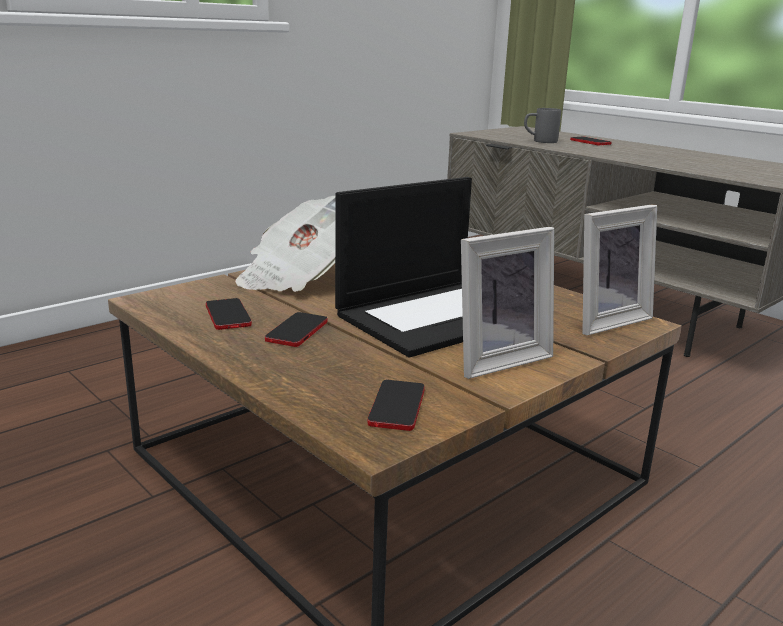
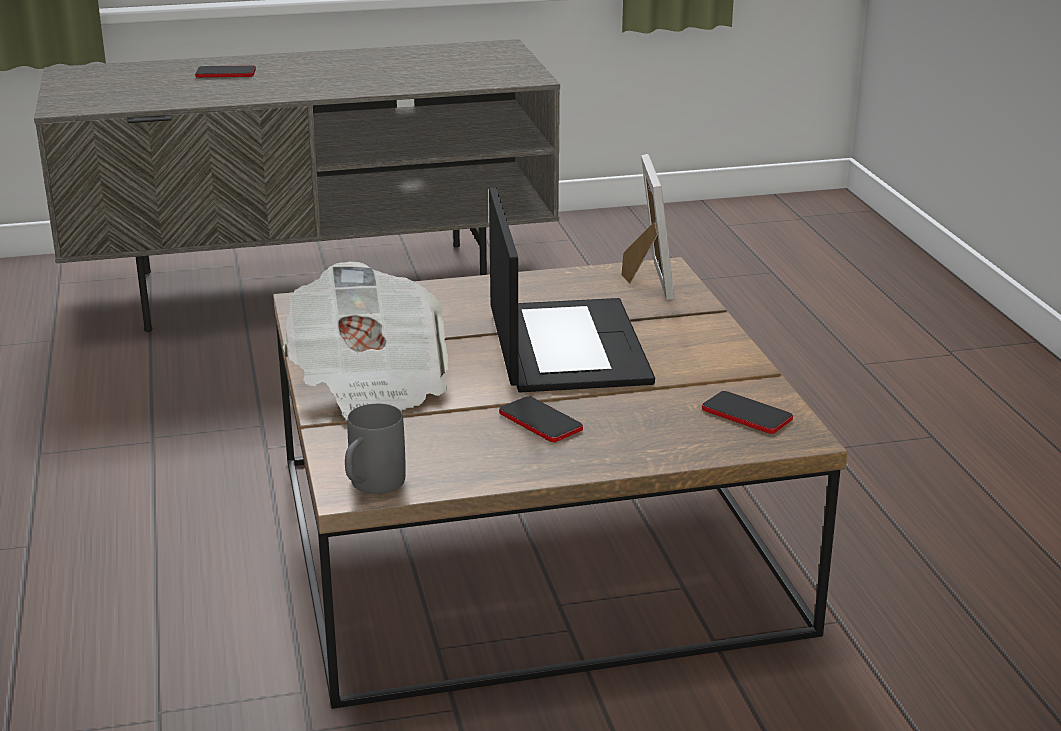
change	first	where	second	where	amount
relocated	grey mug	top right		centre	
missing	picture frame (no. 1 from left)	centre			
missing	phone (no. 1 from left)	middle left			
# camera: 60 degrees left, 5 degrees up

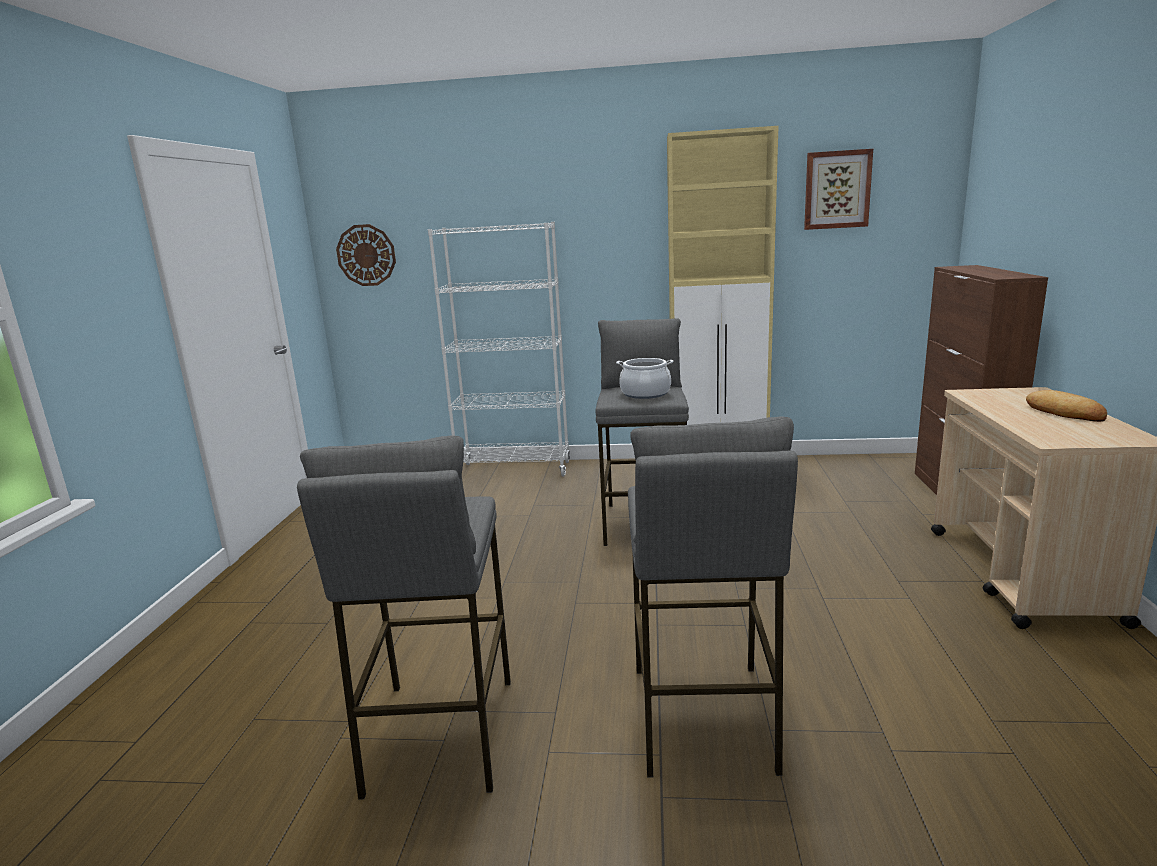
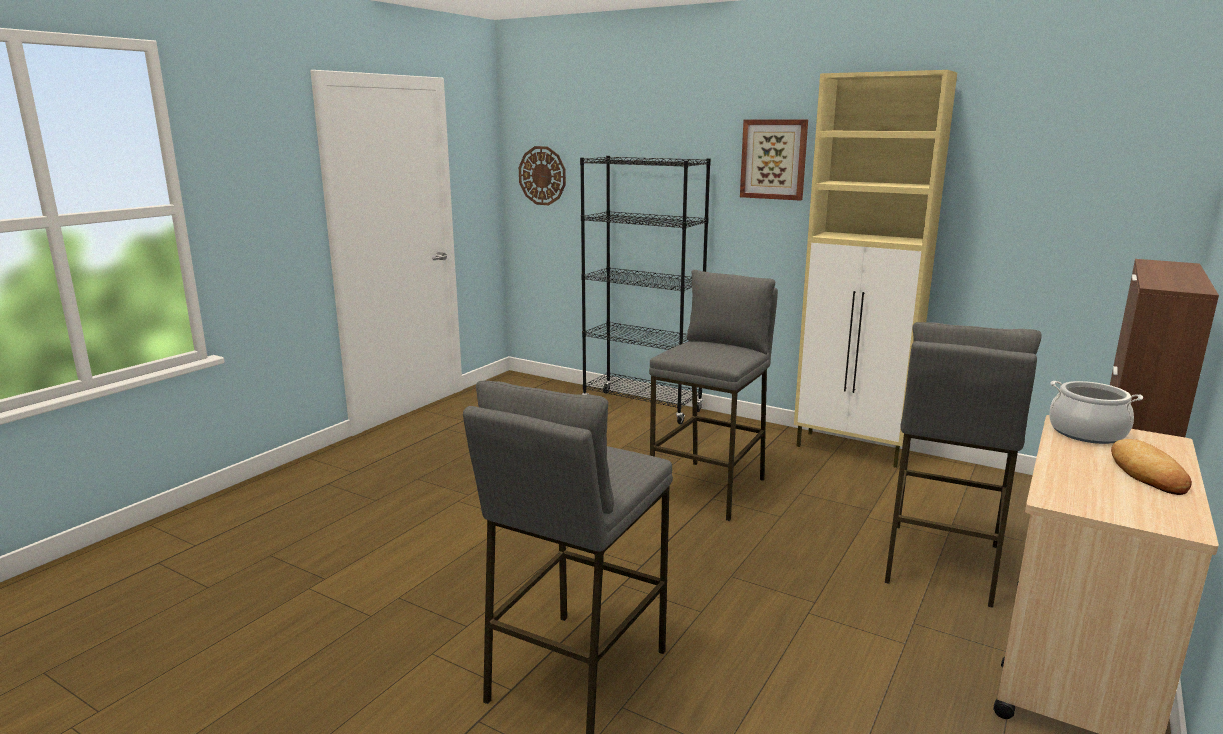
change	first	where	second	where	amount
relocated	picture	top right		top centre	
colour	white bookcase	centre	black bookcase	centre	
relocated	cooking pot	centre		middle right	
relocated	grey stool (no. 1 from left in the first image)	bottom centre	grey stool (no. 3 from left)	middle right	
# camera: 25 degrees right, 0 degrees up

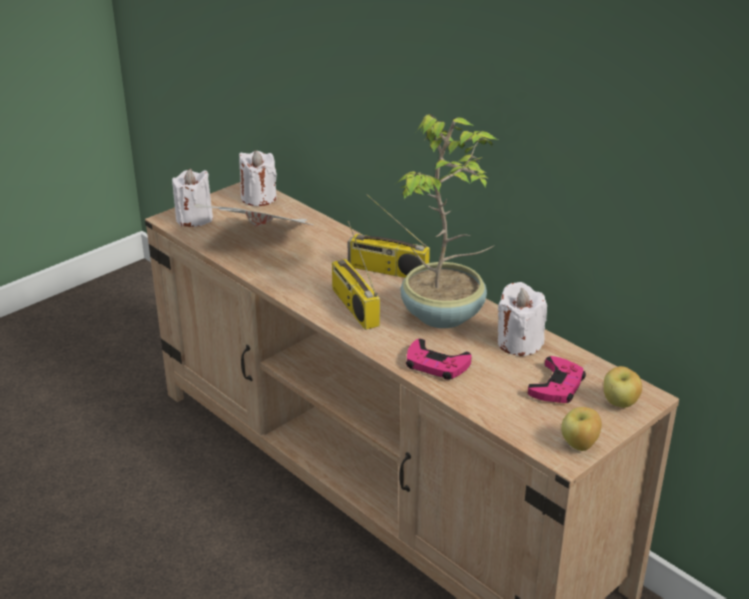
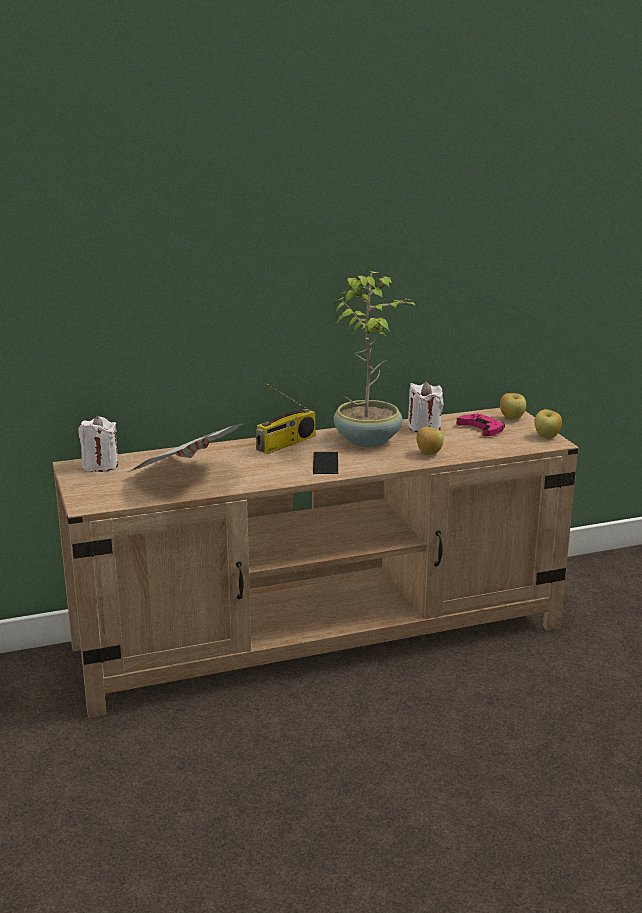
change	first	where	second	where	amount
missing	white candle (no. 1 from left)	top left			
exchanged	radio (no. 1 from left)	centre	phone	centre	
exchanged	pink game controller (no. 1 from left)	centre	apple (no. 1 from left)	middle right	
# camera: 65 degrees left, 10 degrees down

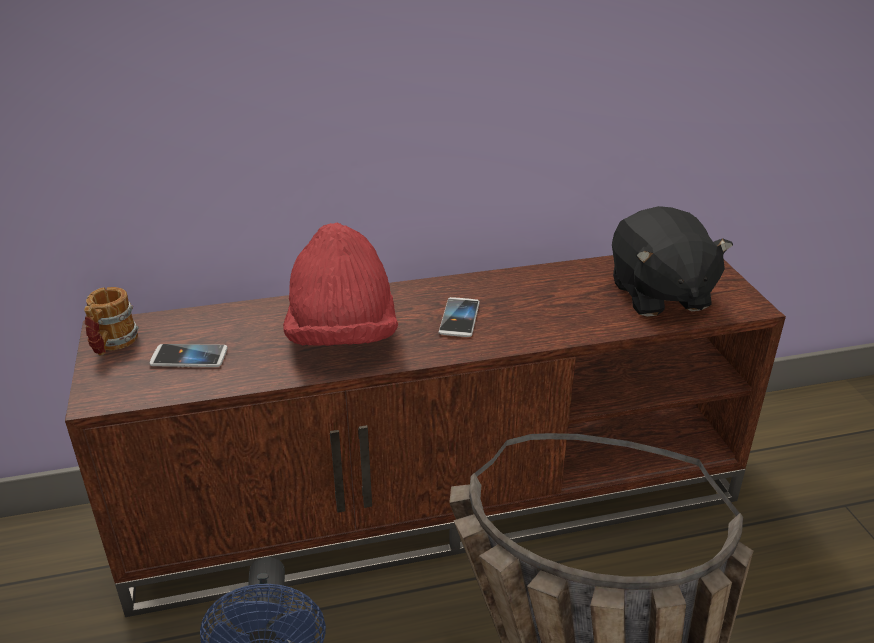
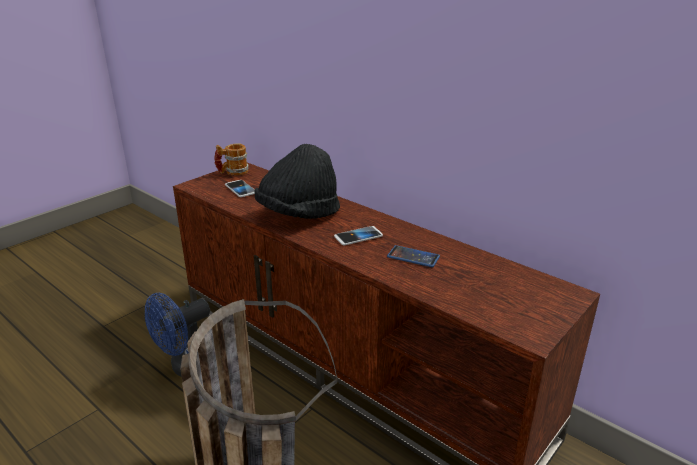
change	first	where	second	where	amount
missing	black plush toy	middle right			
colour	red hat	centre	black hat	centre	
appeared			phone (no. 3 from left)	centre	
# camera: 55 degrees right, 5 degrees down

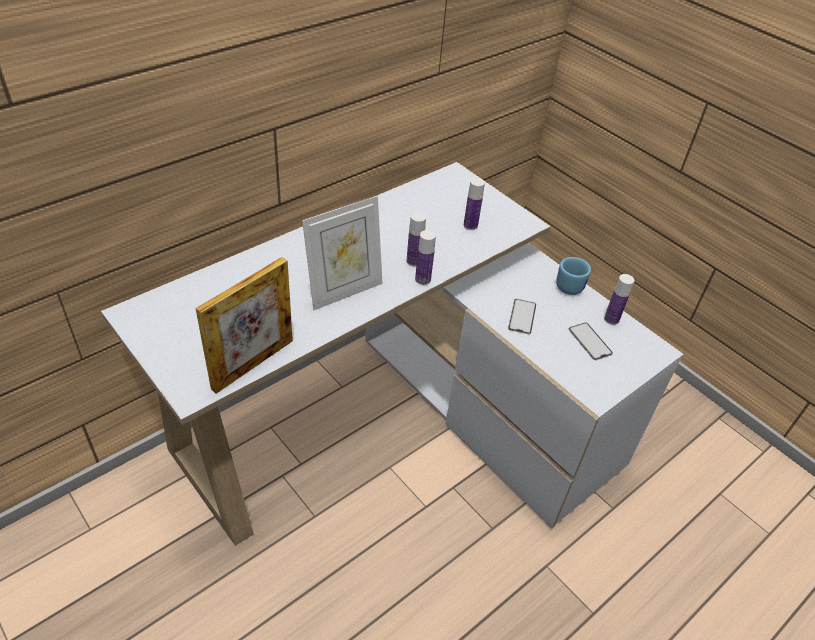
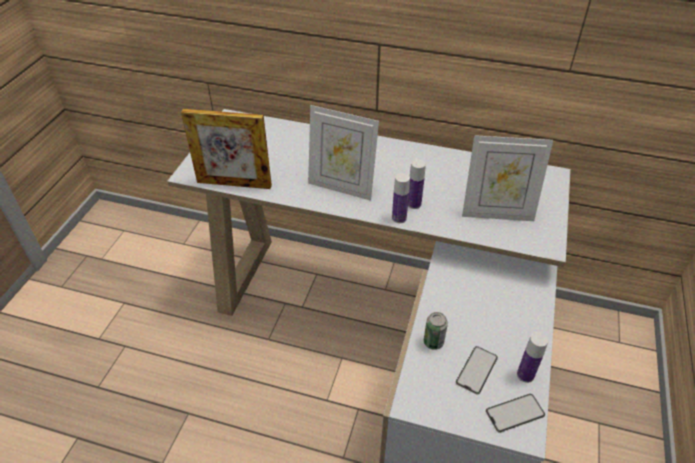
change	first	where	second	where	amount
exchanged	bottle (no. 3 from left)	top centre	picture frame (no. 3 from left)	middle right	
missing	blue mug	middle right			
relocated	phone (no. 1 from left in the first image)	centre	phone (no. 2 from left)	bottom right	
appeared			can	bottom centre	
# camera: 60 degrees right, 0 degrees up

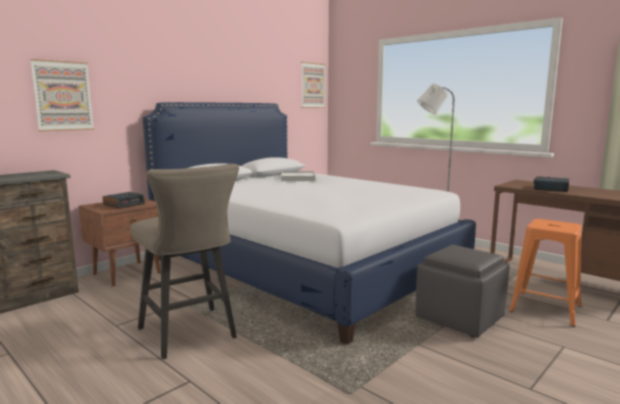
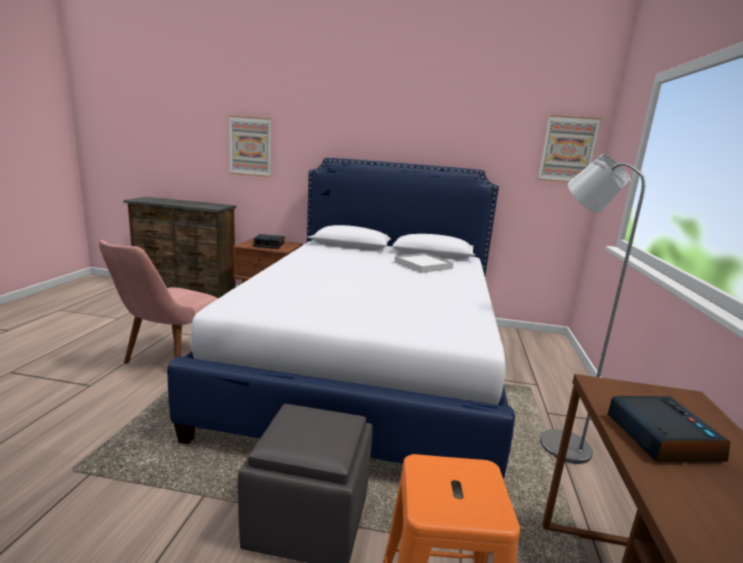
change	first	where	second	where	amount
exchanged	beige stool	middle left	pink chair	middle left	
# camera: 55 degrees right, 5 degrees up

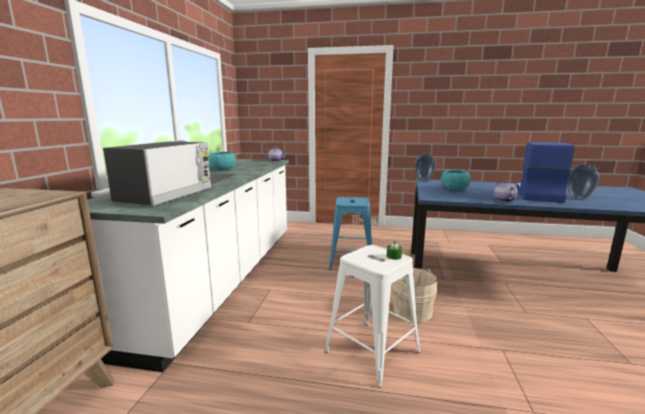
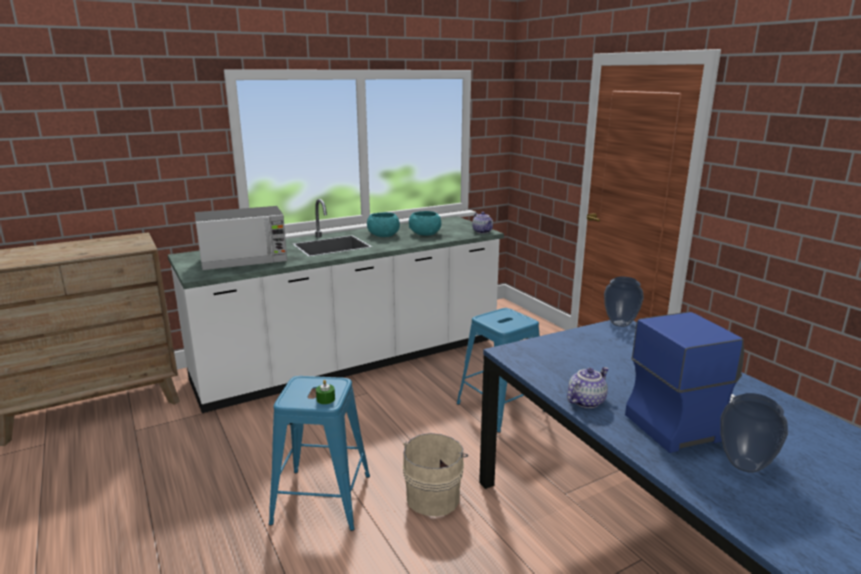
change	first	where	second	where	amount
relocated	turquoise bowl (no. 2 from left)	middle right		centre	
colour	white stool	bottom centre	blue stool (no. 1 from left)	bottom centre	
# camera: 50 degrees right, 5 degrees up

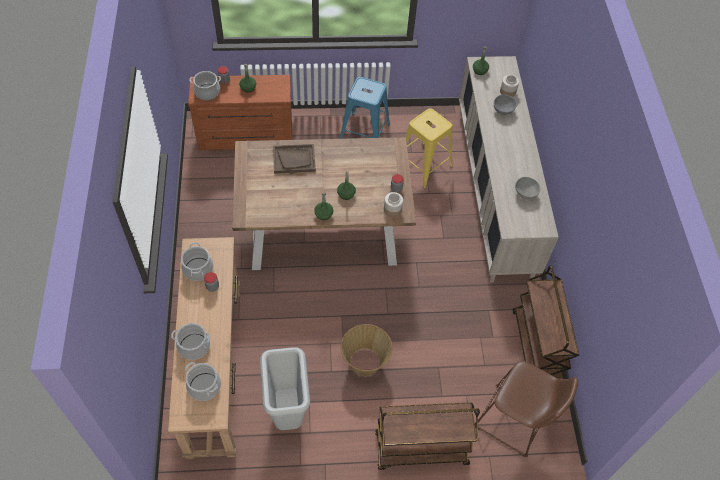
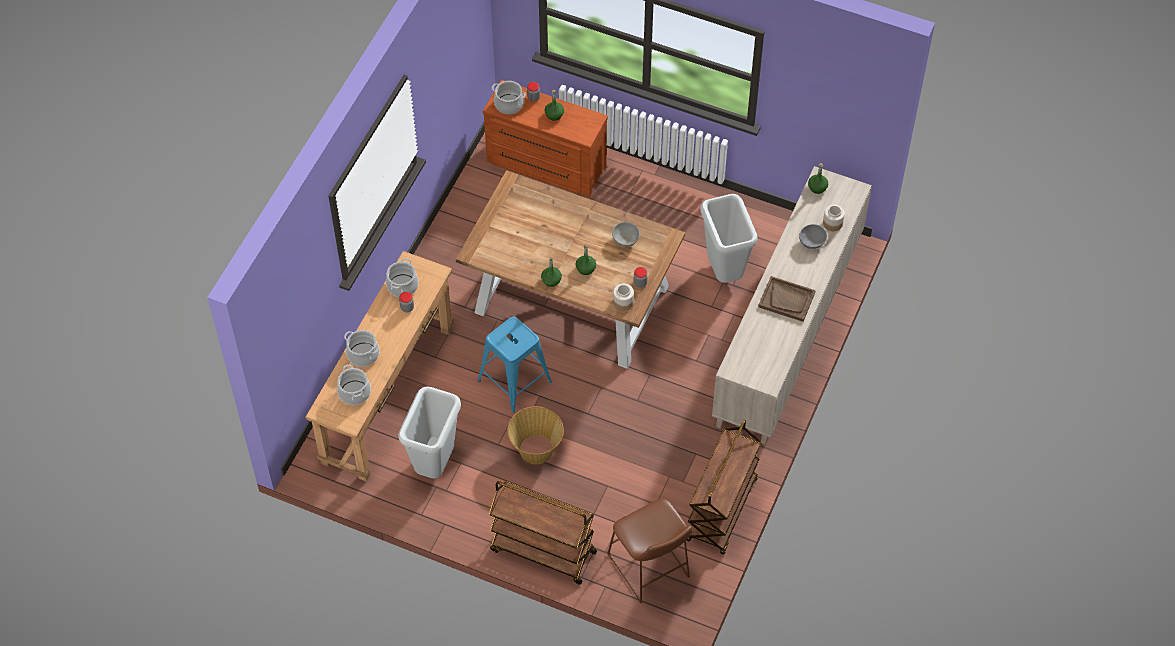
change	first	where	second	where	amount
relocated	blue stool	top centre		centre	
exchanged	yellow stool	top centre	grey trash can (no. 2 from left)	centre	
relocated	brown tray	top centre		middle right	
relocated	grey bowl (no. 2 from left in the first image)	middle right	grey bowl (no. 1 from left)	centre	
# camera: 30 degrees right, 0 degrees up

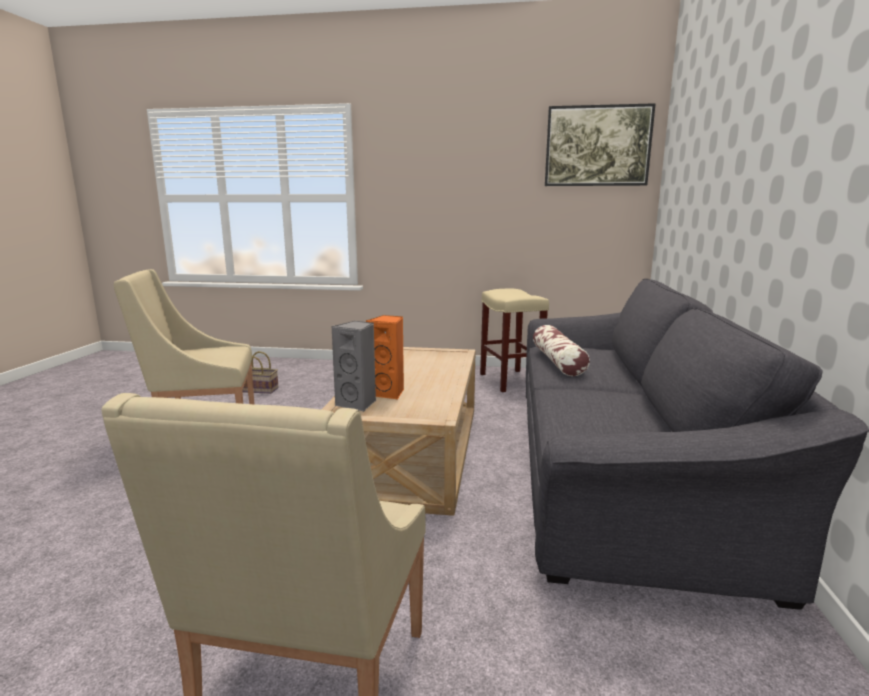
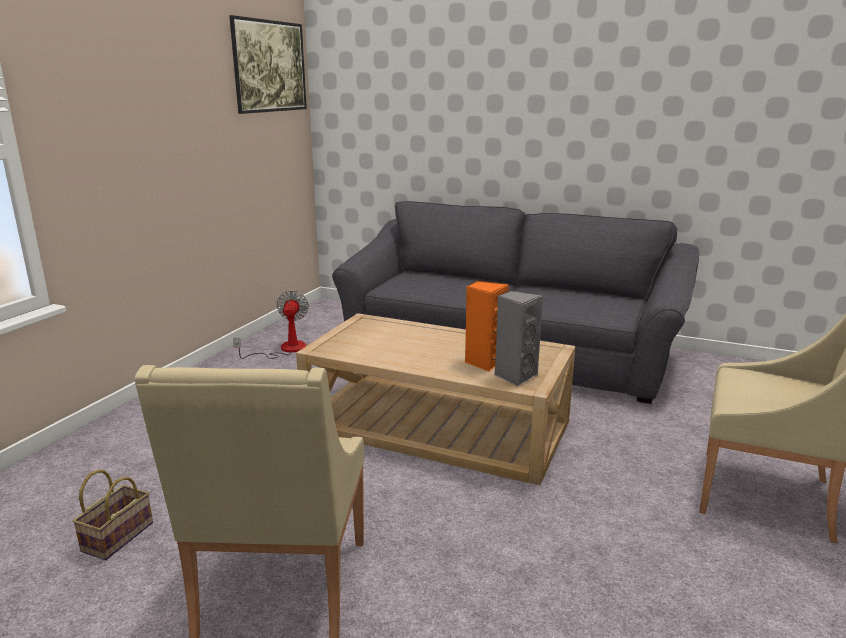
change	first	where	second	where	amount
exchanged	beige stool	centre	fan	middle left	
missing	pillow	centre			
# camera: 75 degrees left, 5 degrees up

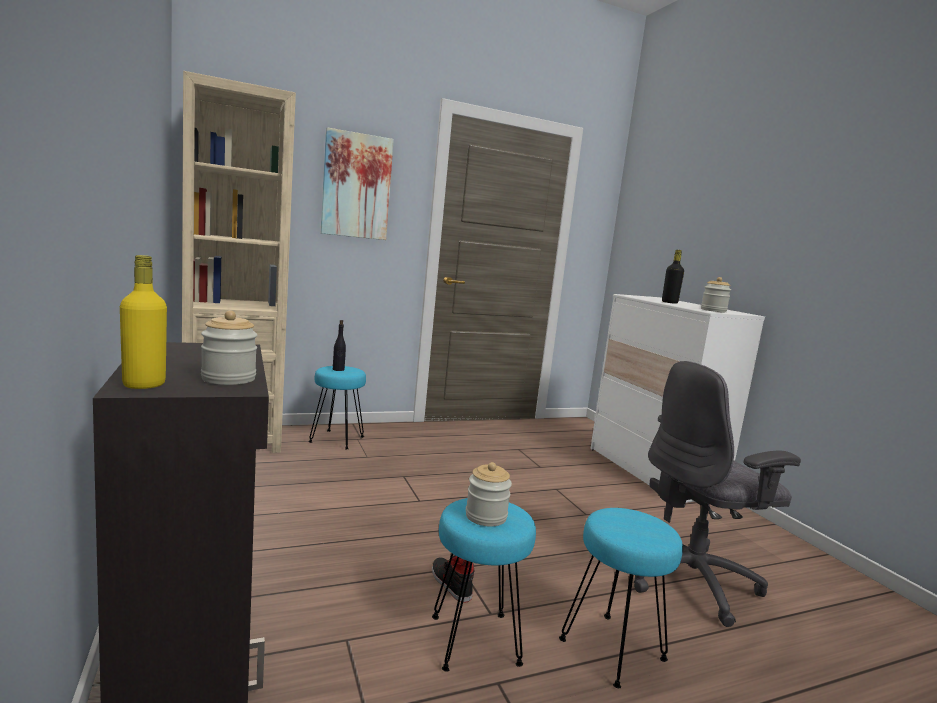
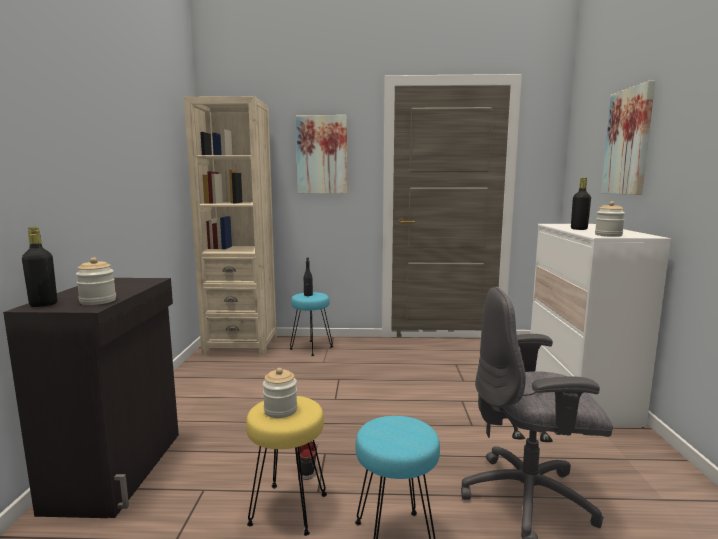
change	first	where	second	where	amount
colour	yellow bottle	middle left	black bottle (no. 1 from left)	middle left	
colour	turquoise stool (no. 2 from left)	bottom centre	yellow stool	bottom centre	
appeared			picture (no. 2 from left)	top right	
# camera: 25 degrees right, 0 degrees up

